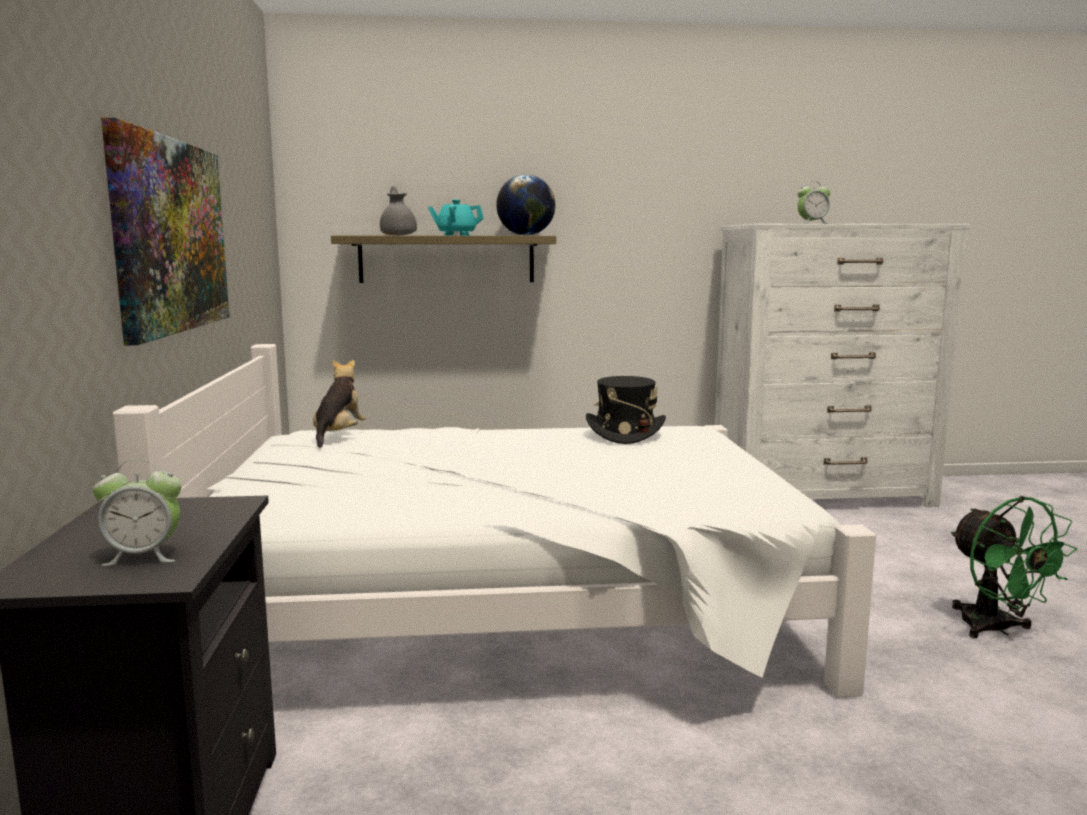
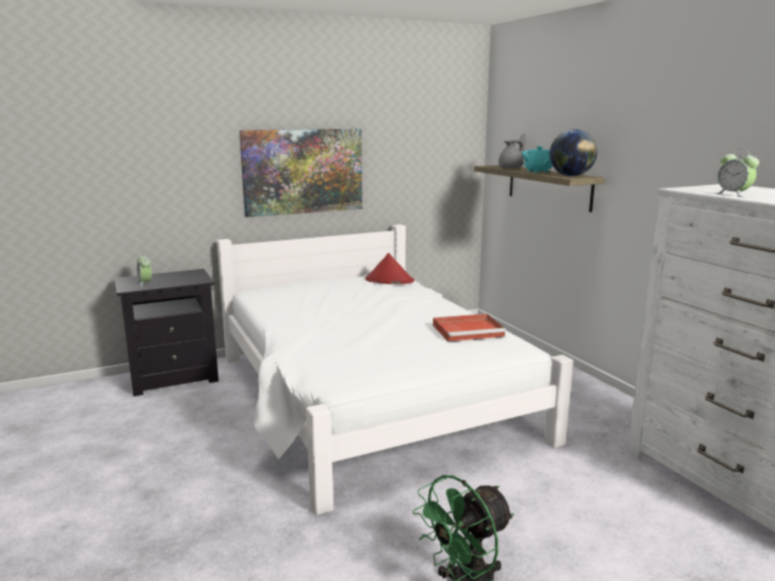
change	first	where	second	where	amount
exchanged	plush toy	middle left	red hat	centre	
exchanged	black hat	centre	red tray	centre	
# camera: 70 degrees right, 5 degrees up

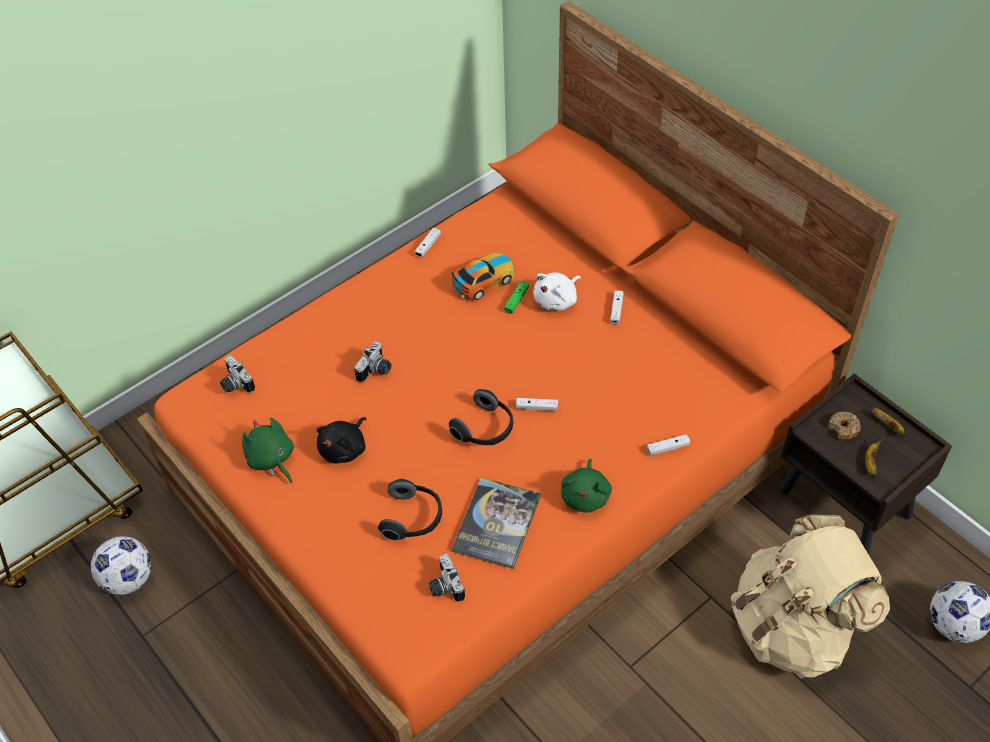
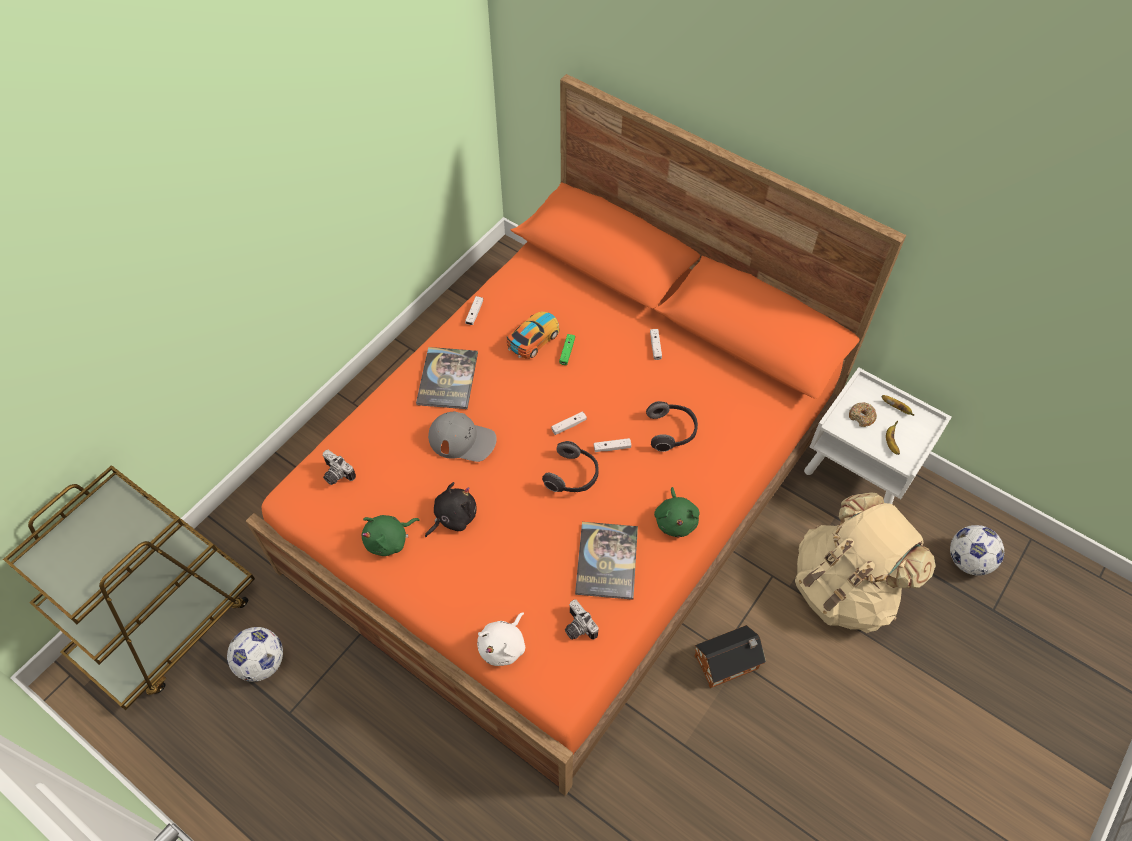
change	first	where	second	where	amount
relocated	white plush toy	centre		bottom centre	
exchanged	photo camera (no. 2 from left)	centre	grey cap	centre	
colour	brown nightstand	middle right	white nightstand	middle right	
spun	black plush toy	centre		centre	150 degrees counterclockwise
spun	green plush toy (no. 1 from left)	middle left		centre	75 degrees counterclockwise
relocated	white game controller (no. 4 from left in the first image)	middle right	white game controller (no. 2 from left)	centre	
relocated	headphones (no. 1 from left in the first image)	bottom centre	headphones (no. 2 from left)	centre	
appeared			book (no. 1 from left)	centre	
appeared			toy house	bottom centre	
# camera: 15 degrees left, 5 degrees up

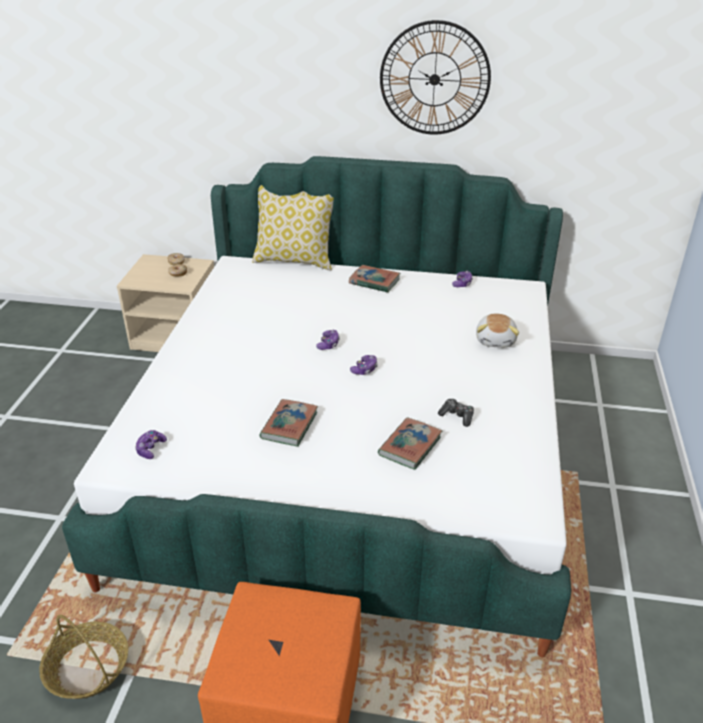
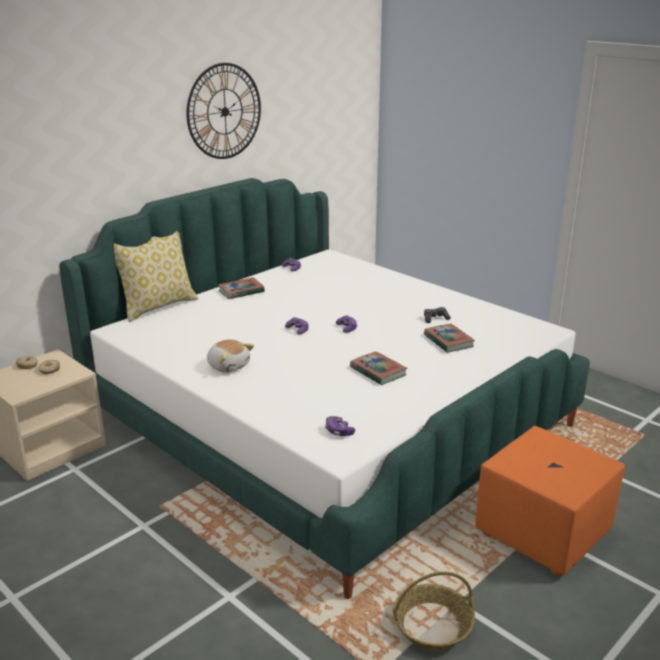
change	first	where	second	where	amount
relocated	plush toy	middle right		centre	
# camera: 55 degrees left, 10 degrees down

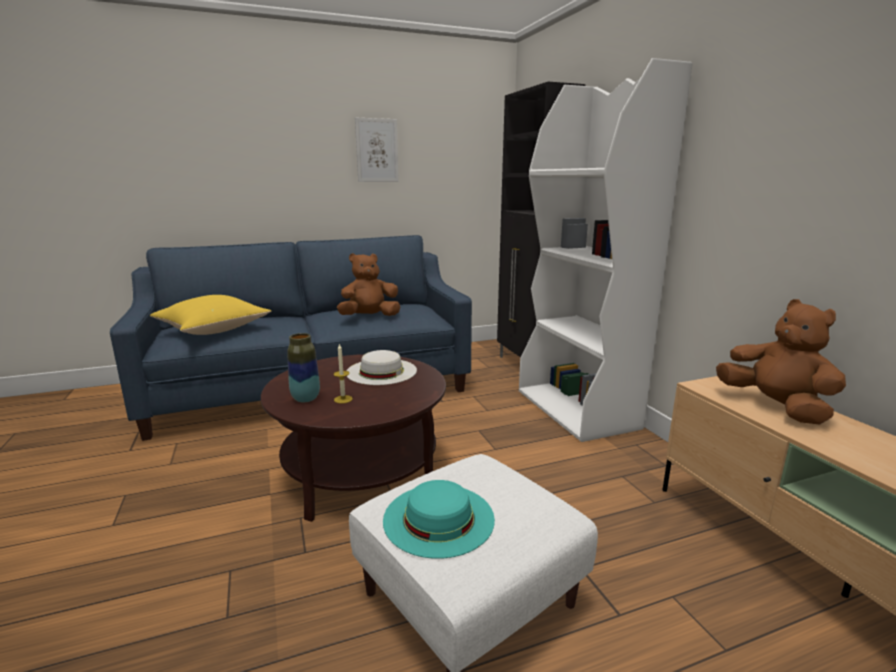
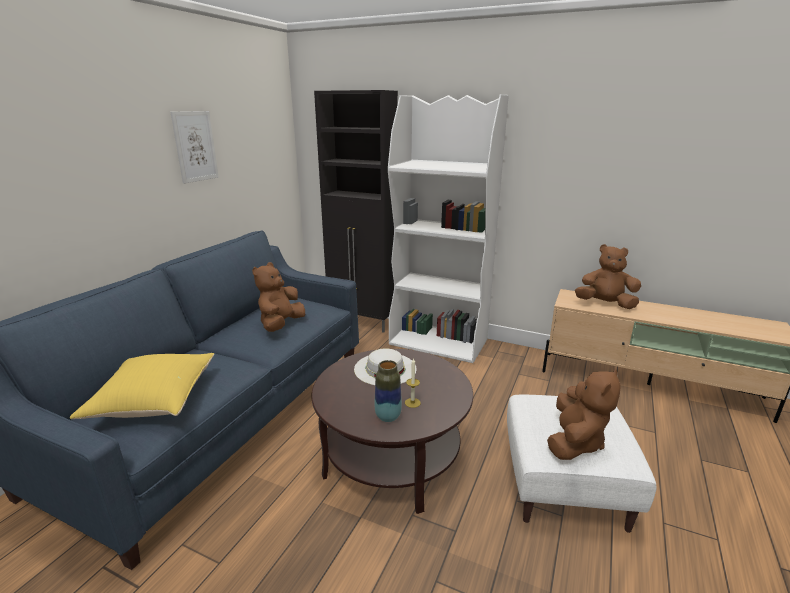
change	first	where	second	where	amount
exchanged	turquoise hat	bottom centre	brown plush toy (no. 2 from left)	bottom right	
# camera: 45 degrees left, 5 degrees up

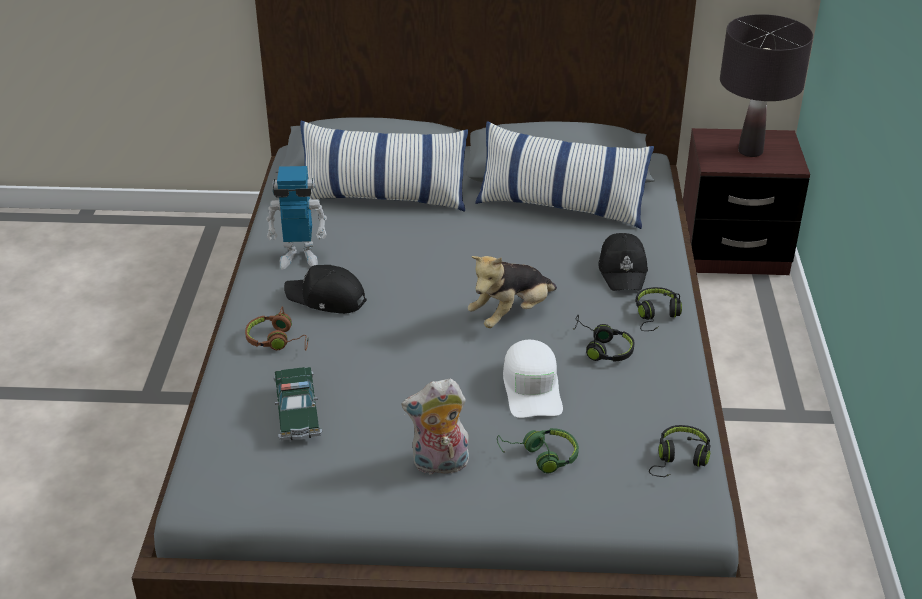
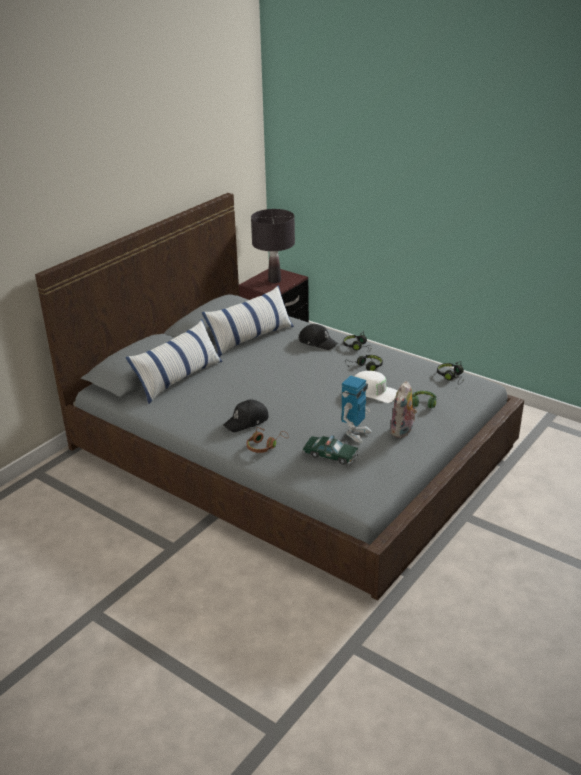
change	first	where	second	where	amount
relocated	toy robot	middle left		centre	
missing	plush toy (no. 2 from left)	centre			
# camera: 55 degrees left, 5 degrees down

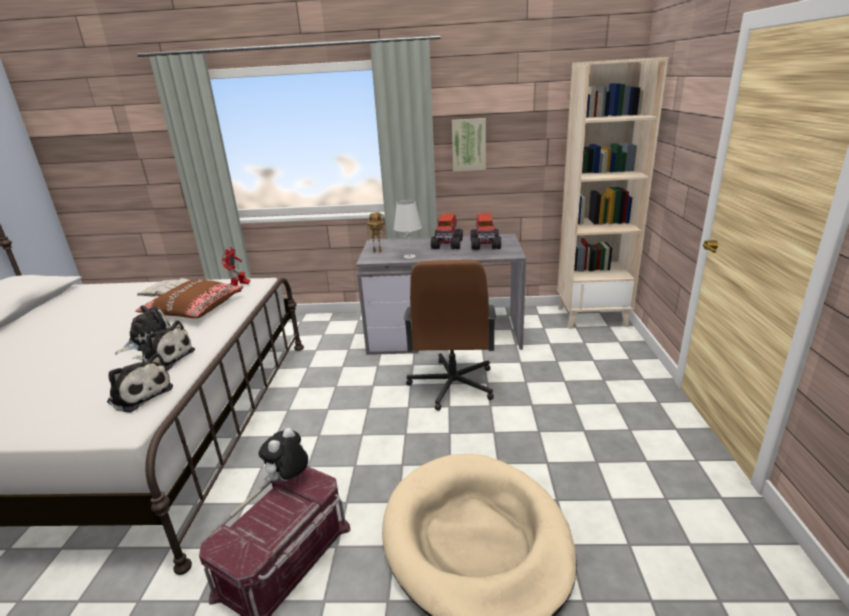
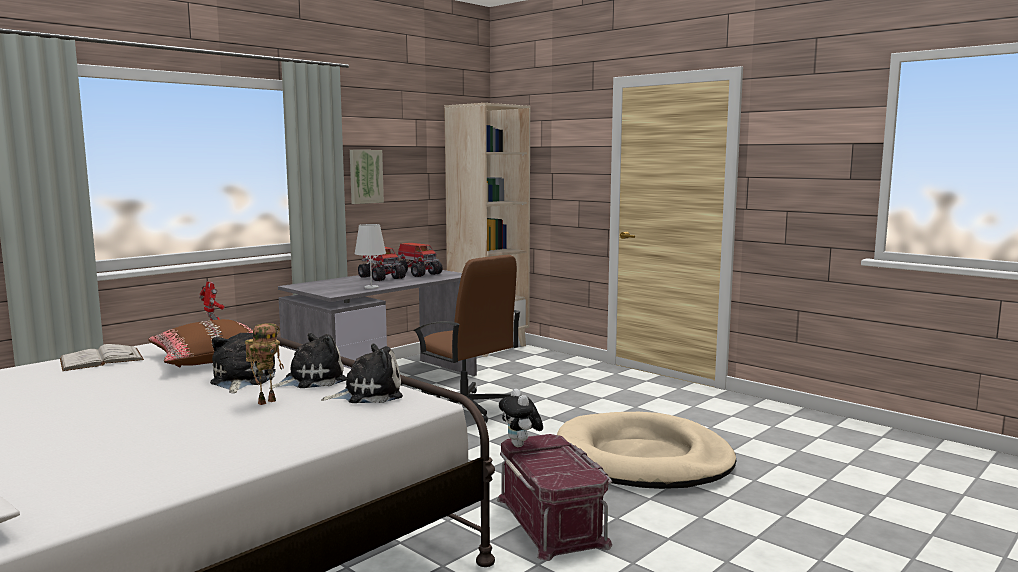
change	first	where	second	where	amount
relocated	toy robot (no. 2 from left)	centre		middle left	
# camera: 50 degrees left, 15 degrees down

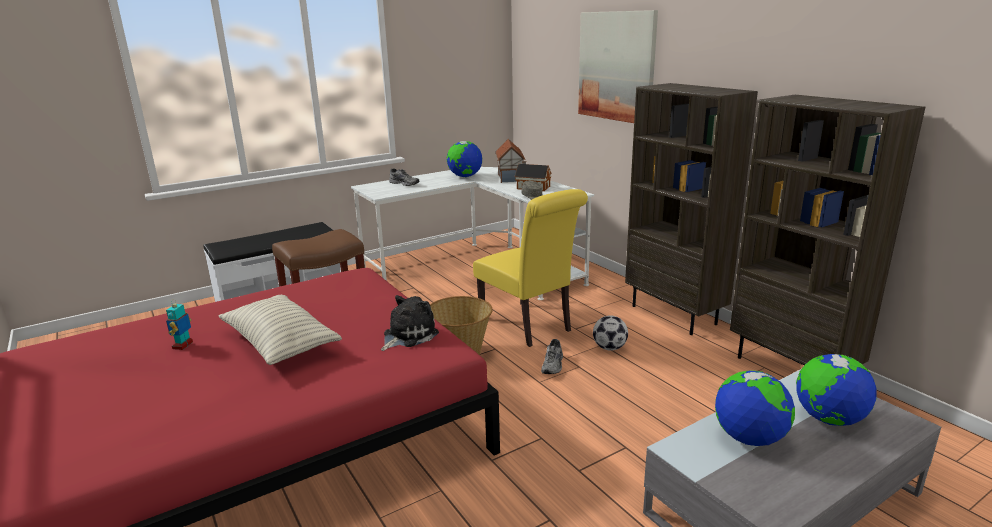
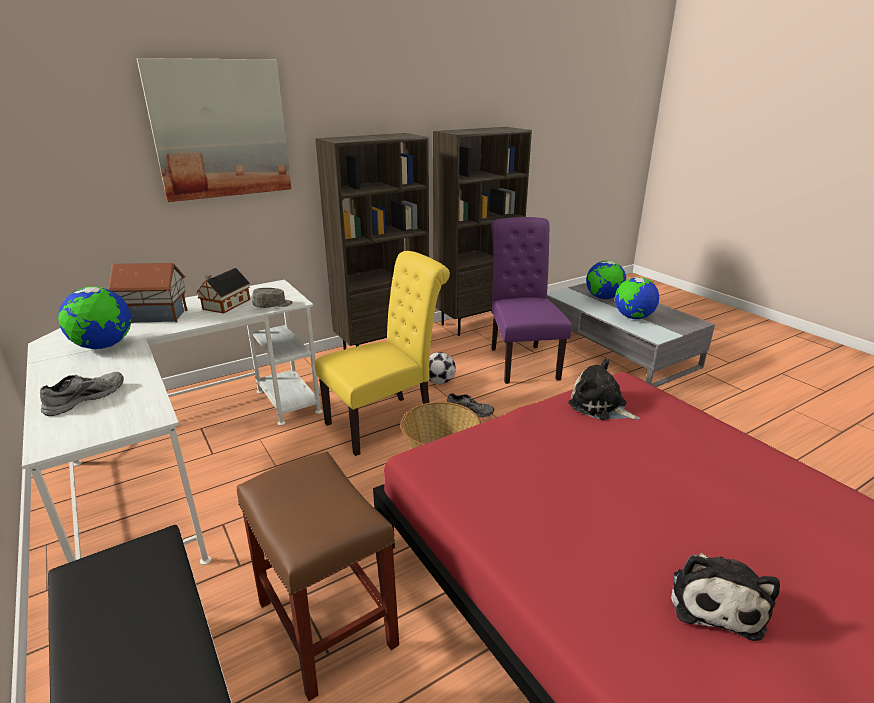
change	first	where	second	where	amount
missing	pillow	middle left			
exchanged	toy robot	middle left	plush toy (no. 2 from left)	bottom right	
appeared			purple chair	centre	
# camera: 90 degrees left, 5 degrees up

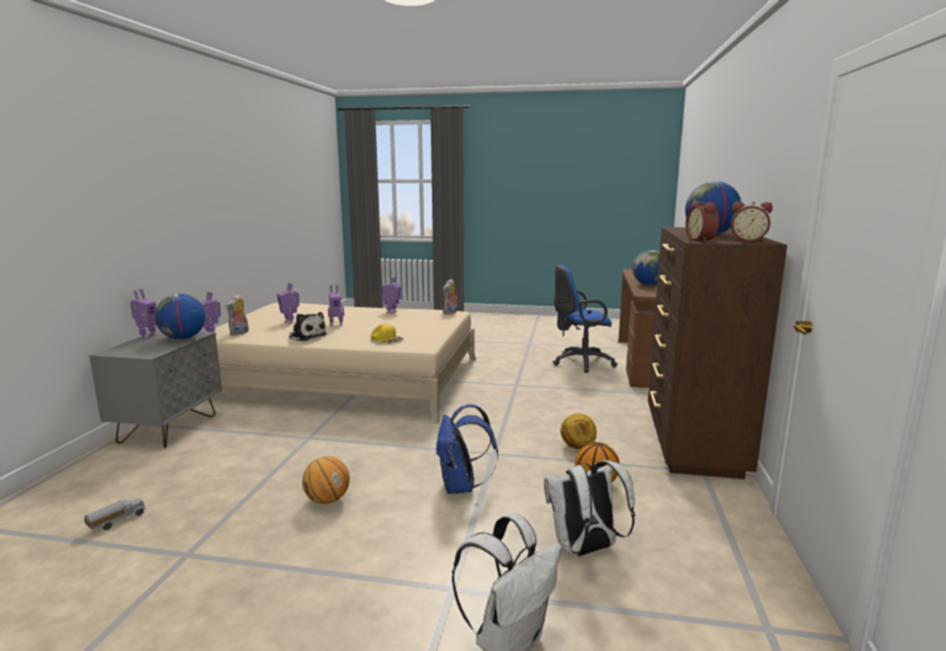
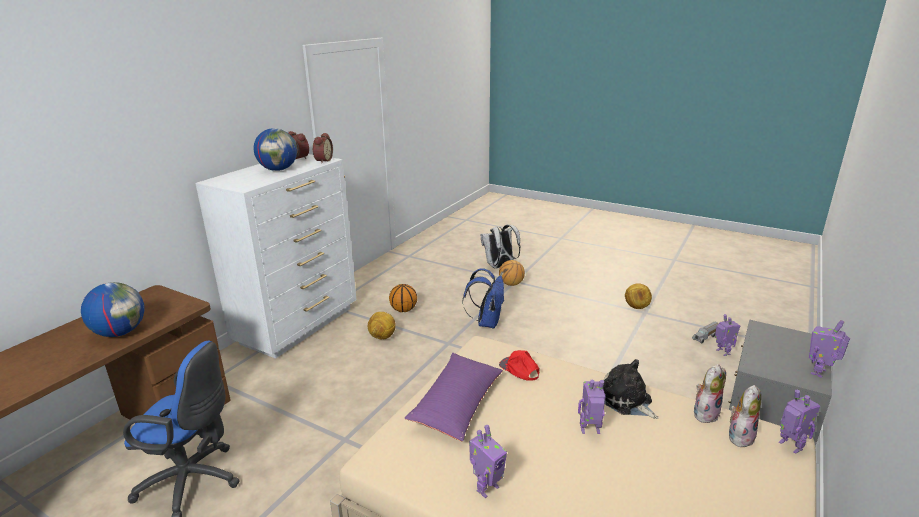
change	first	where	second	where	amount
colour	brown dresser	middle right	white dresser	middle left	
relocated	plush toy (no. 3 from left in the first image)	centre	plush toy (no. 2 from left)	bottom right	
relocated	toy robot (no. 3 from left)	middle left		middle right	
missing	globe (no. 1 from left)	middle left			
colour	yellow cap	centre	red cap	bottom centre	
relocated	basketball (no. 1 from left in the first image)	bottom centre	basketball (no. 2 from left)	centre	
missing	white backpack (no. 2 from left)	bottom centre			
appeared			football (no. 2 from left)	middle right	
appeared			purple pillow	bottom centre	
# camera: 160 degrees left, 10 degrees up

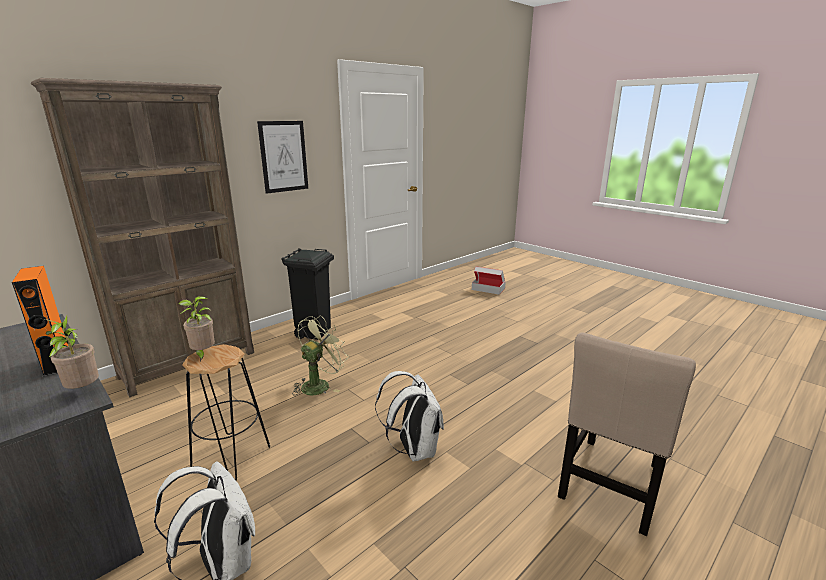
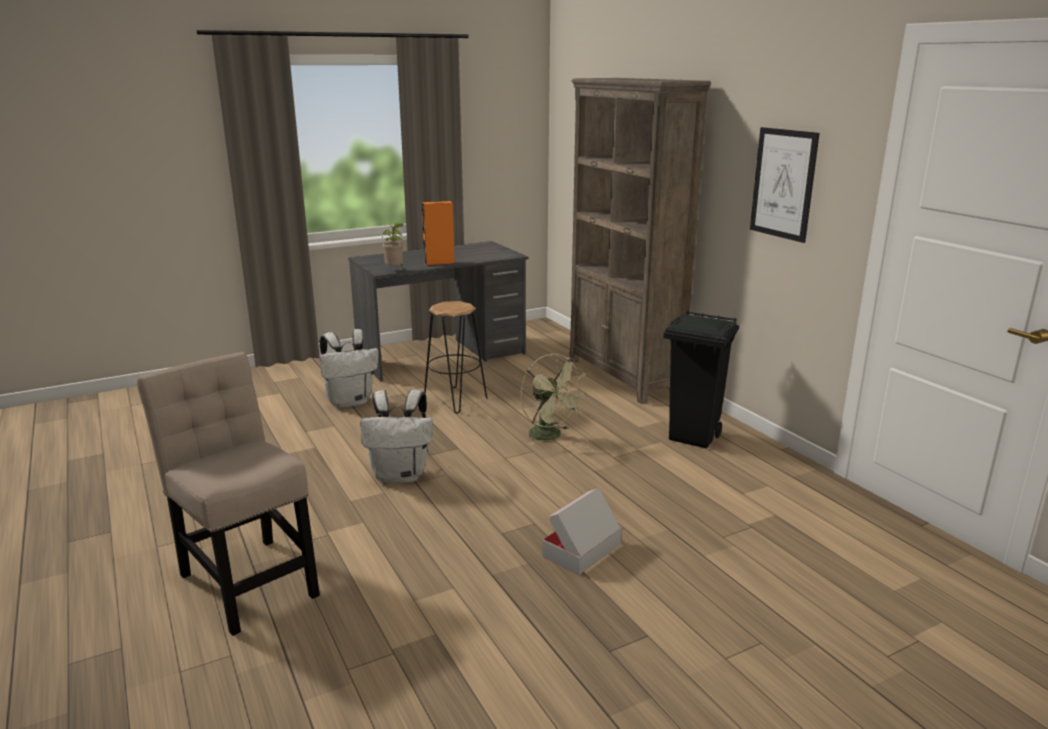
change	first	where	second	where	amount
relocated	cardboard box	centre		bottom centre	
missing	potted plant (no. 2 from left)	middle left			
# camera: 105 degrees right, 0 degrees up

